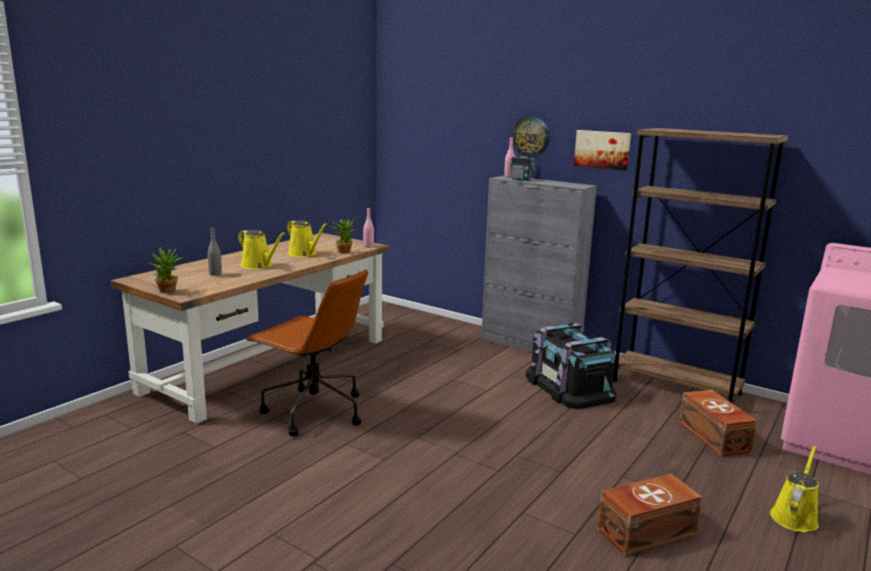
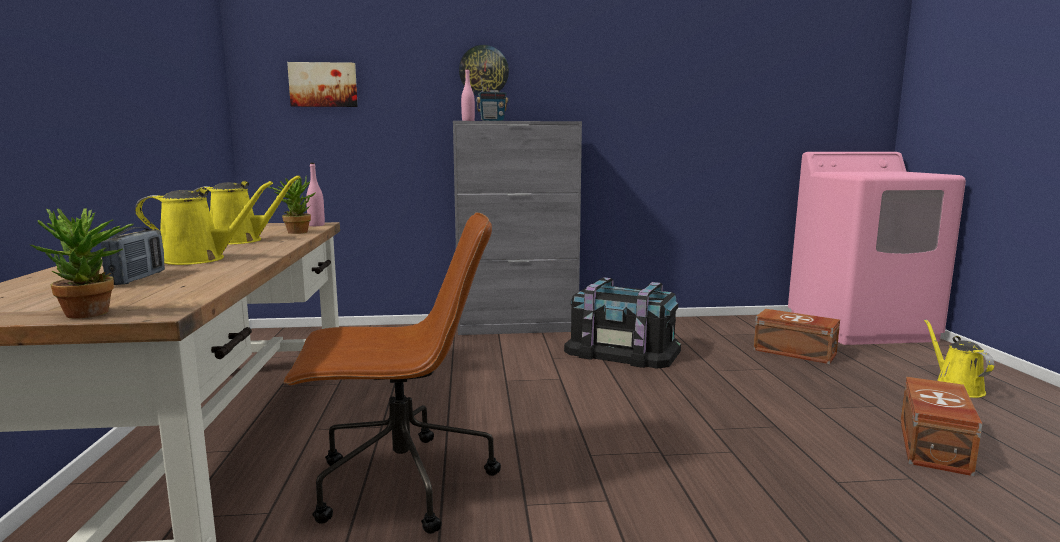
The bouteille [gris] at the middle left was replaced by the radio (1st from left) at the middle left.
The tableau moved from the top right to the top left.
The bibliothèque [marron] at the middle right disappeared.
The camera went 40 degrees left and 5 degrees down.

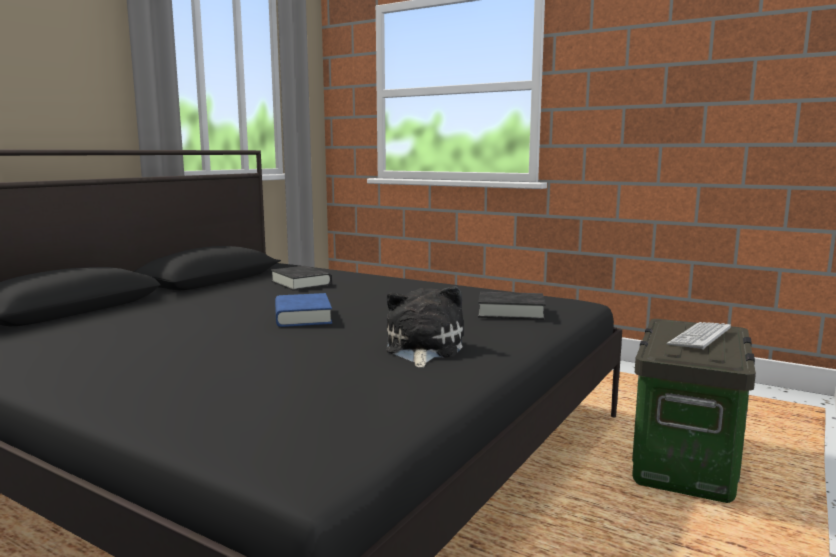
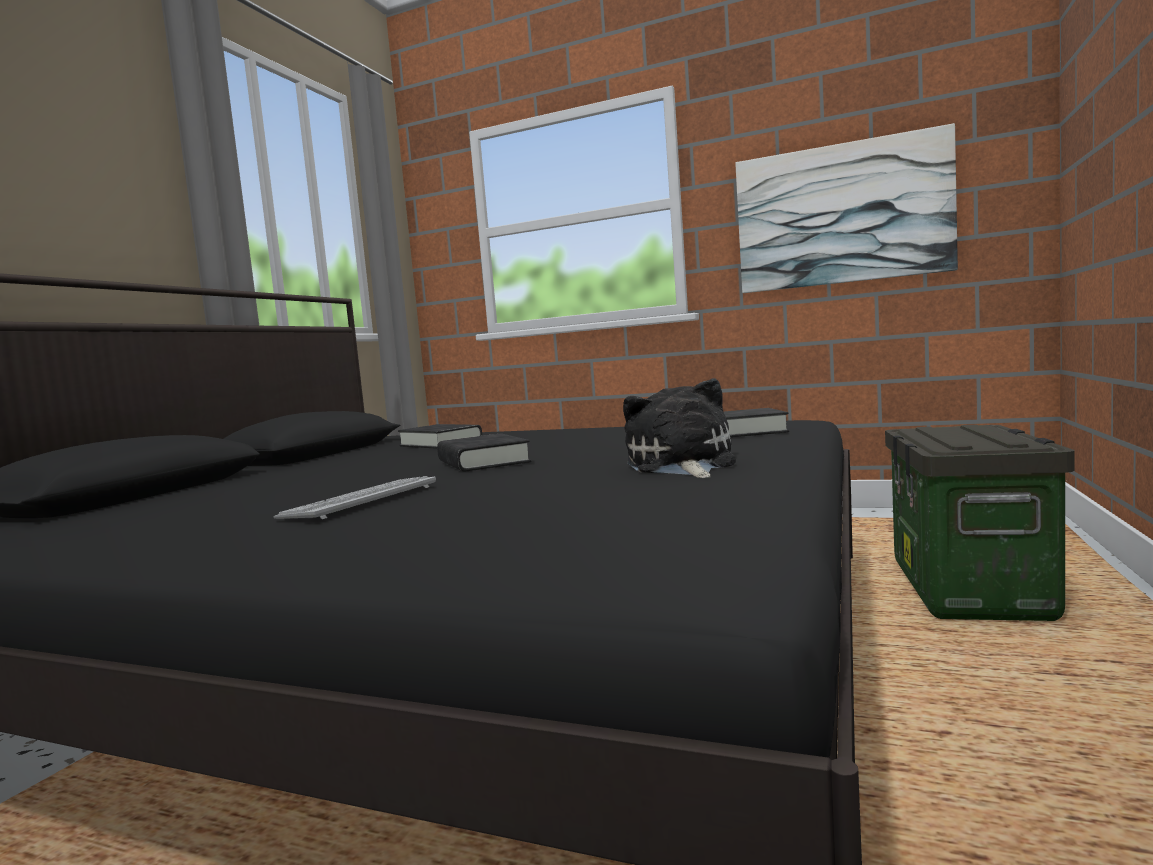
The livre [bleu] at the centre became the livre [noir] (2nd from left) at the centre.
The clavier moved from the middle right to the middle left.
The tableau at the top right appeared.
The camera went 10 degrees left and 5 degrees down.

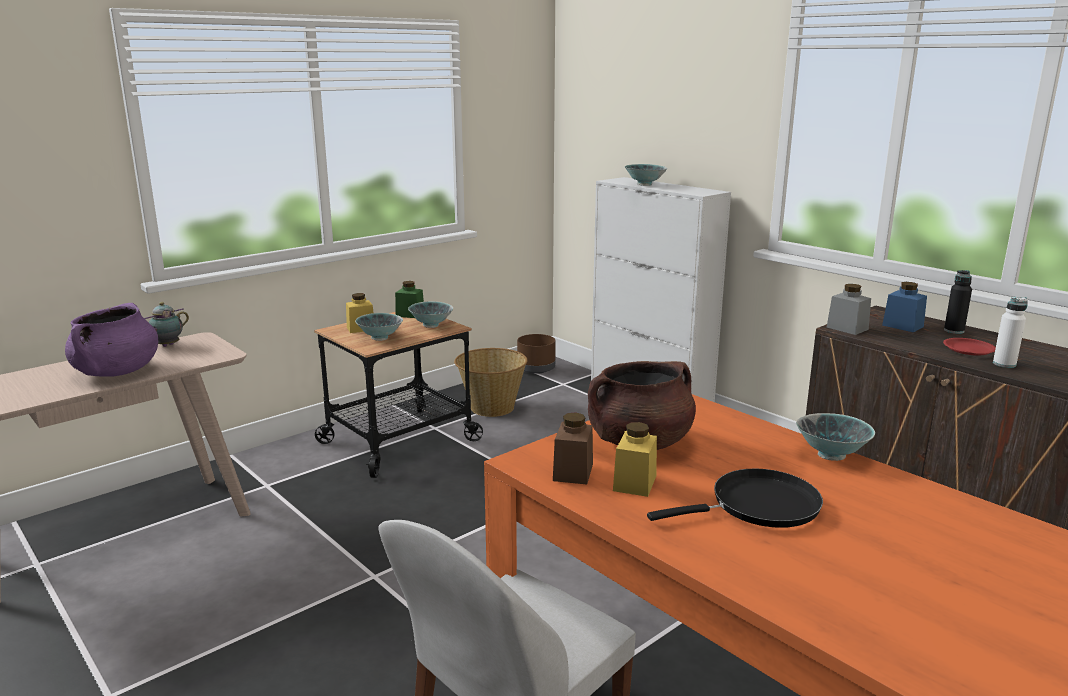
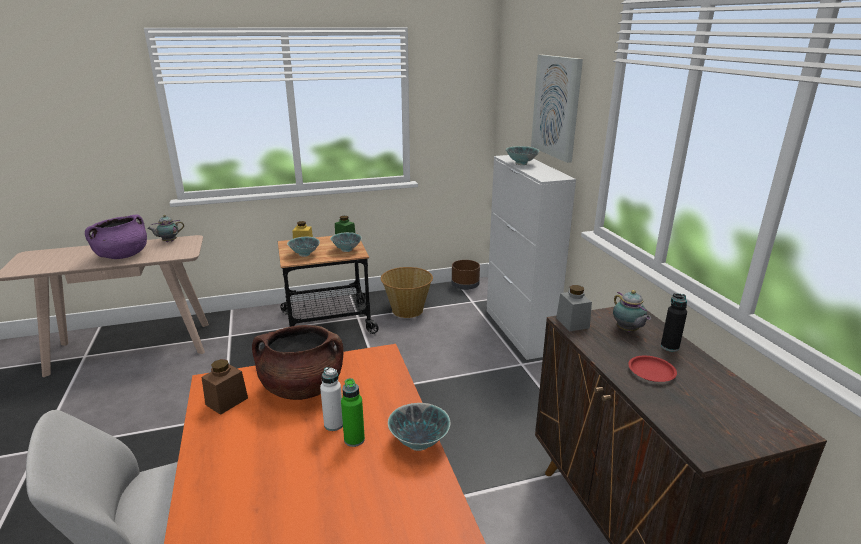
The bocal [jaune] (2nd from left) at the centre disappeared.
The poêle [noir] at the bottom right disappeared.
The bocal [bleu] at the middle right was replaced by the théière (2nd from left) at the middle right.
The bouteille [blanc] moved from the middle right to the bottom centre.
The bouteille [vert] at the bottom centre appeared.
The tableau at the top centre appeared.
The camera went 25 degrees right and 5 degrees up.

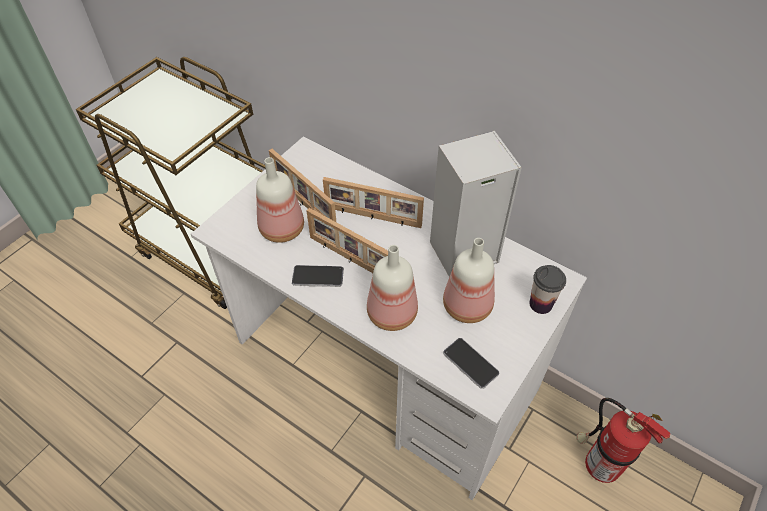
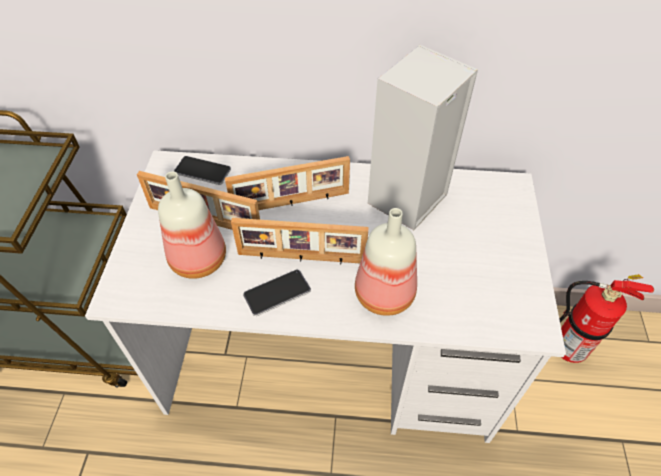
The bouteille (3rd from left) at the centre disappeared.
The téléphone (2nd from left in the first image) moved from the bottom centre to the middle left.
The tasse at the middle right disappeared.
The camera went 30 degrees left and 0 degrees up.

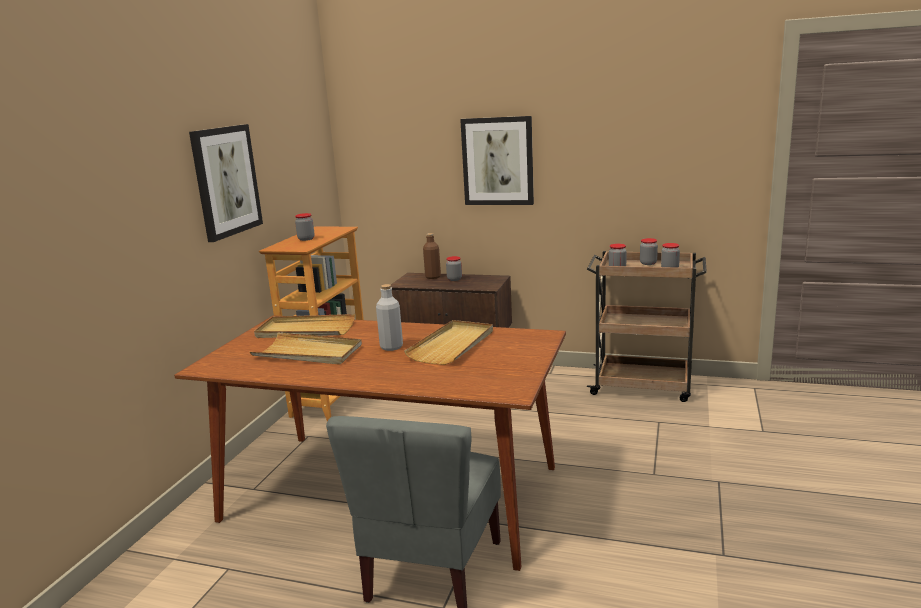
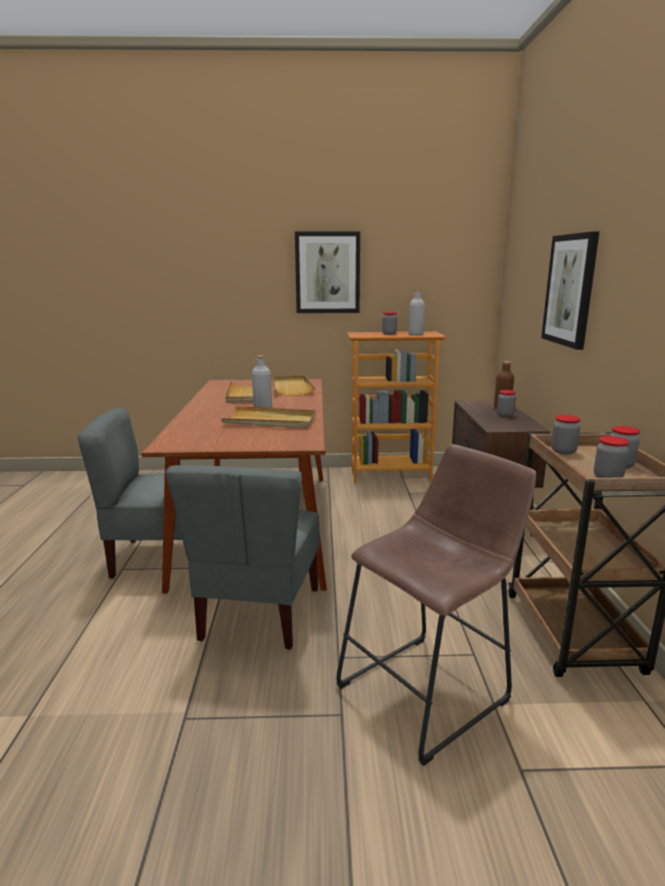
The chaise [gris] (2nd from left) at the centre appeared.
The tabouret [marron] at the bottom centre appeared.
The bouteille [gris] (2nd from left) at the centre appeared.
The camera went 70 degrees right and 0 degrees up.

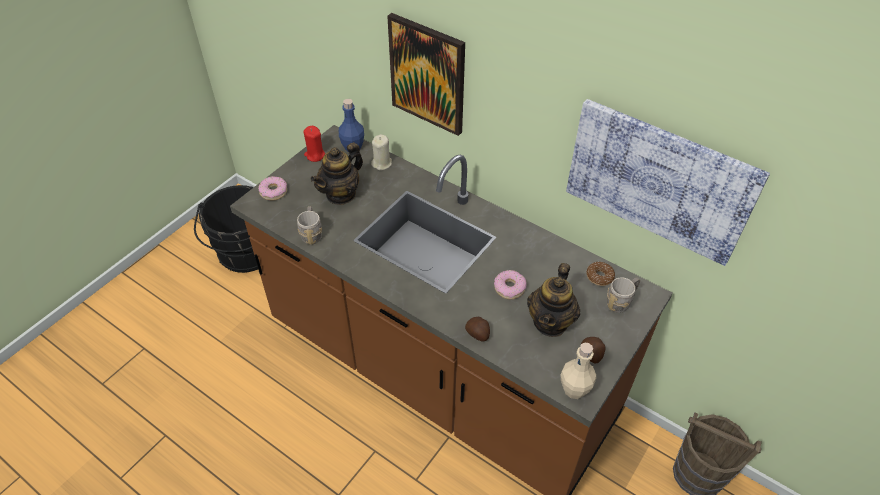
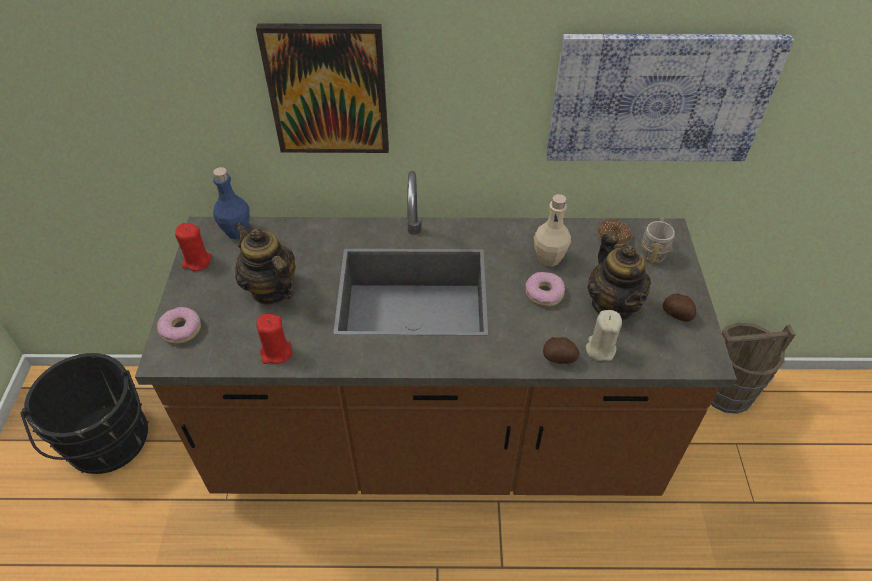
The mug [gris] (1st from left) at the centre was replaced by the bougie [rouge] (2nd from left) at the middle left.
The théière (1st from left) at the centre turned 135 degrees clockwise.
The bougie [beige] moved from the top centre to the middle right.
The bouteille [beige] moved from the bottom centre to the centre.
The camera went 35 degrees left and 0 degrees up.

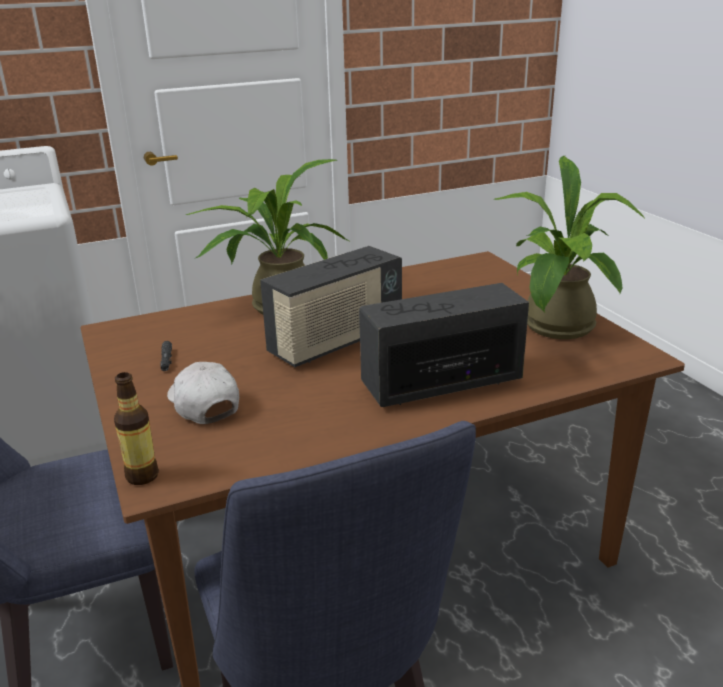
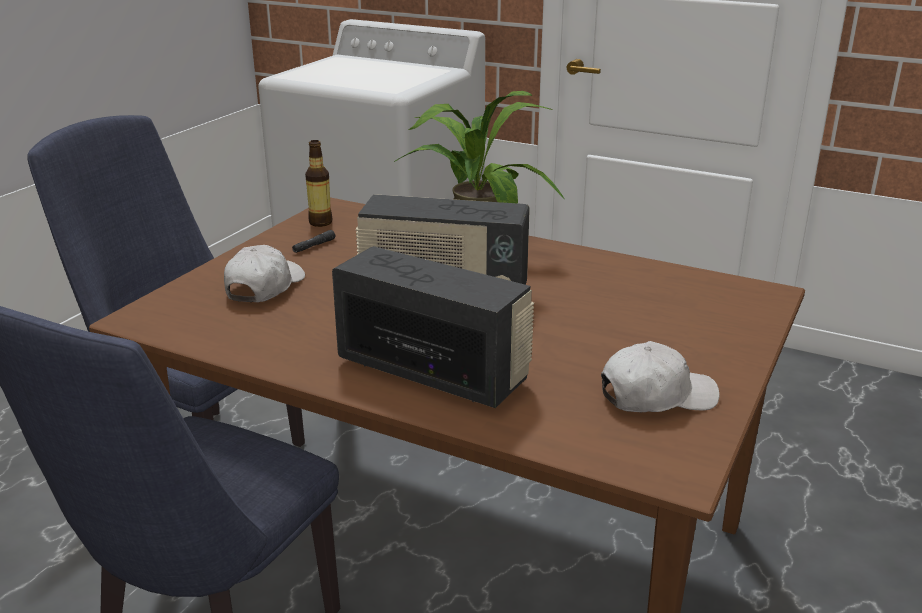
The bouteille moved from the middle left to the top centre.
The plante en pot (2nd from left) at the middle right was replaced by the casquette [blanc] (2nd from left) at the middle right.
The camera went 50 degrees right and 0 degrees up.

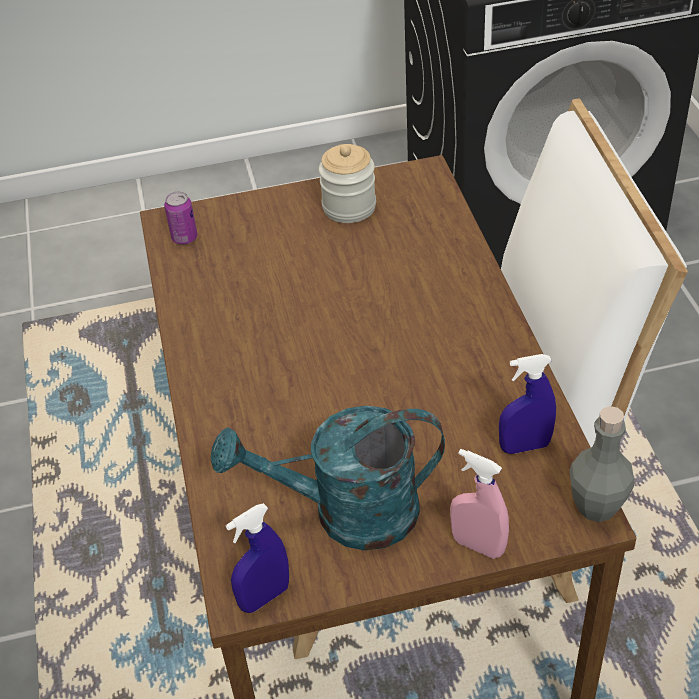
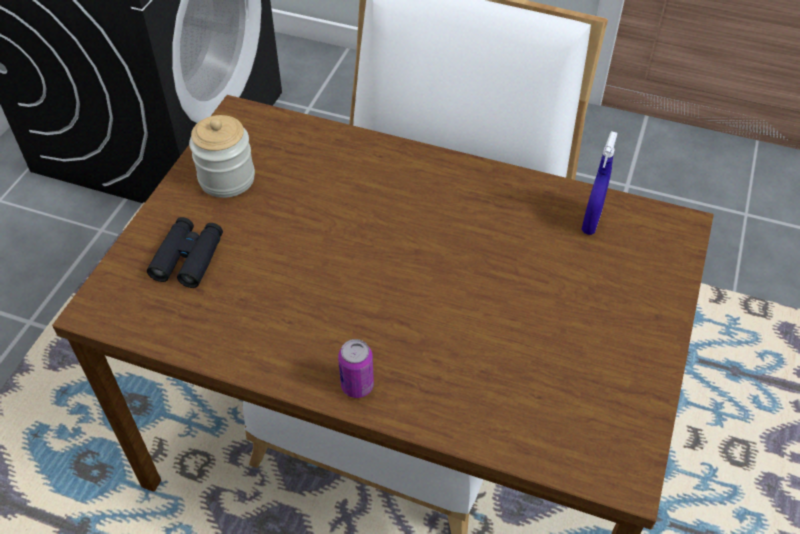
The boîte métallique moved from the top left to the bottom centre.
The arrosoir [turquoise] at the bottom centre disappeared.
The vaporisateur [bleu] (1st from left) at the bottom centre disappeared.
The vaporisateur [rose] at the bottom right disappeared.
The bouteille [gris] at the middle right disappeared.
The jumelles [noir] at the middle left appeared.
The camera went 60 degrees left and 5 degrees up.

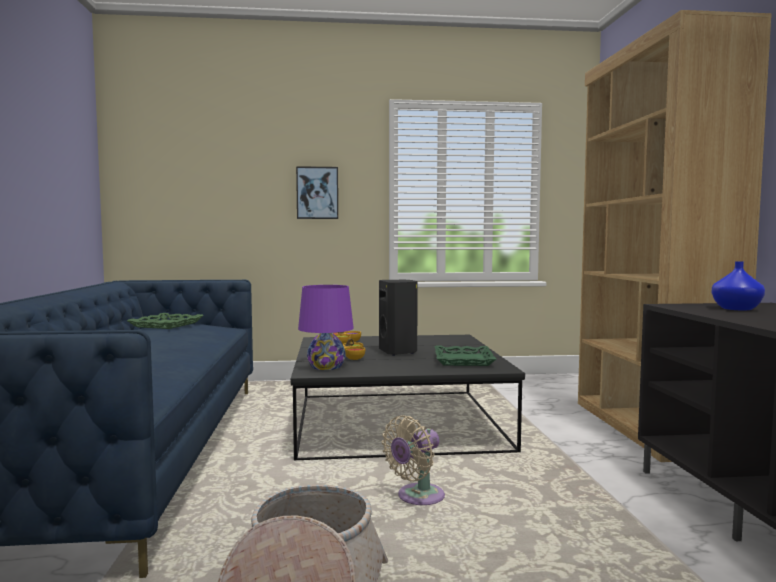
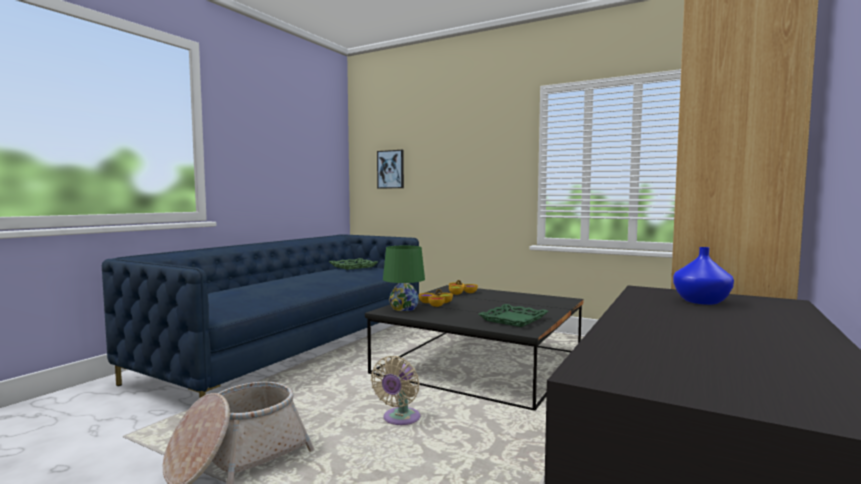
The tableau moved from the top centre to the centre.
The lampe de table [violet] at the centre became the lampe de table [vert] at the centre.
The enceinte [noir] at the centre disappeared.
The ventilateur [beige] at the bottom centre turned 60 degrees counterclockwise.
The camera went 35 degrees right and 0 degrees up.

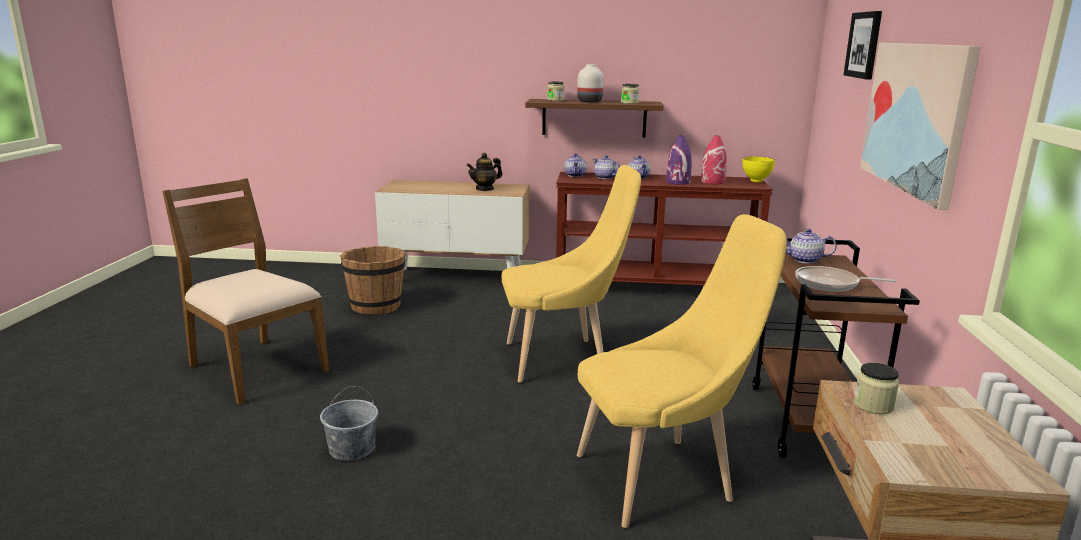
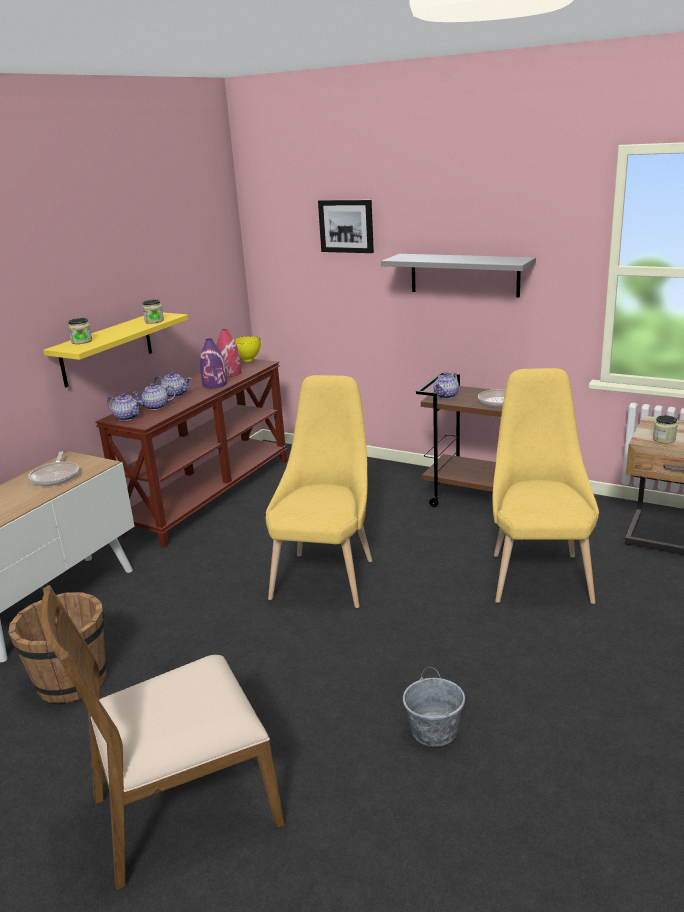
The théière (1st from left) at the top centre was replaced by the poêle (1st from left) at the middle left.
The étagère [marron] at the top centre became the étagère [jaune] at the middle left.
The vase [blanc] at the top centre disappeared.
The tableau (2nd from left) at the top right was replaced by the étagère [gris] at the top right.
The camera went 65 degrees left and 5 degrees up.

